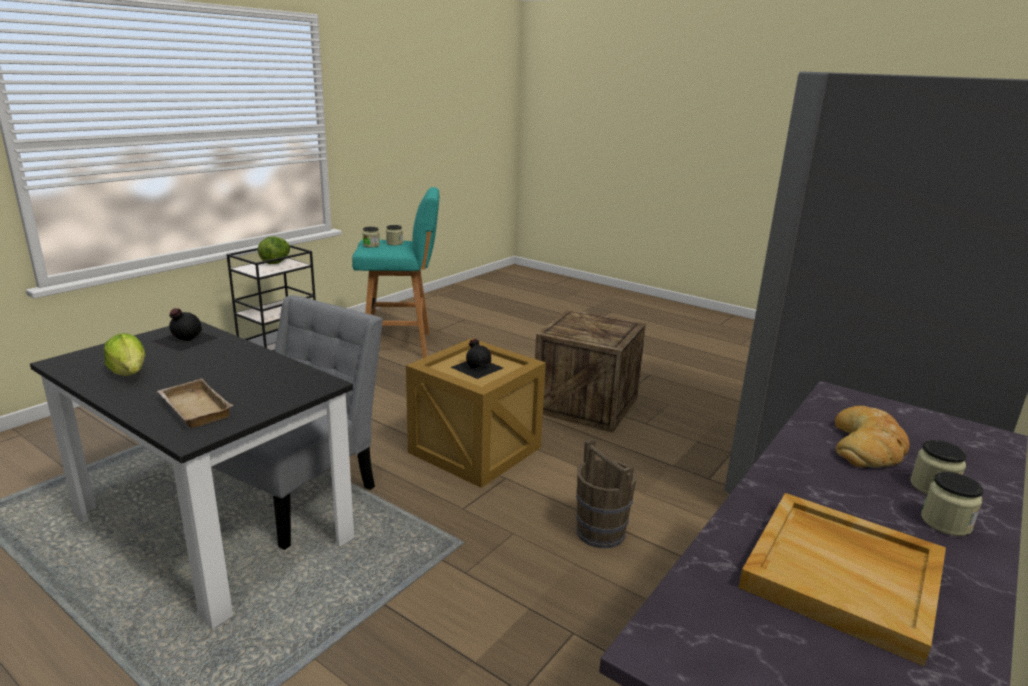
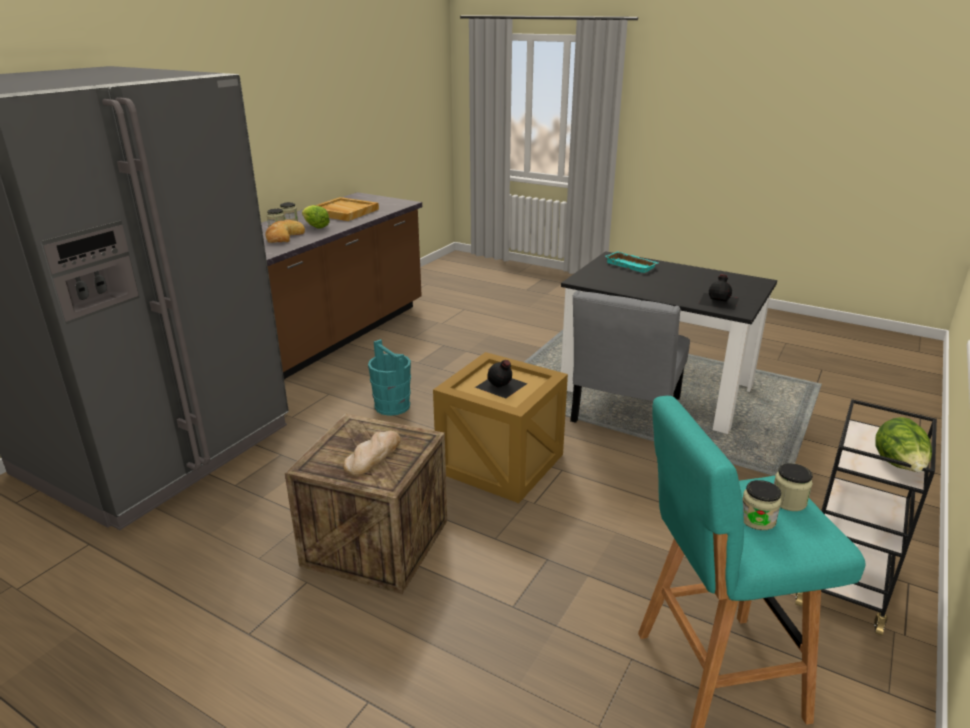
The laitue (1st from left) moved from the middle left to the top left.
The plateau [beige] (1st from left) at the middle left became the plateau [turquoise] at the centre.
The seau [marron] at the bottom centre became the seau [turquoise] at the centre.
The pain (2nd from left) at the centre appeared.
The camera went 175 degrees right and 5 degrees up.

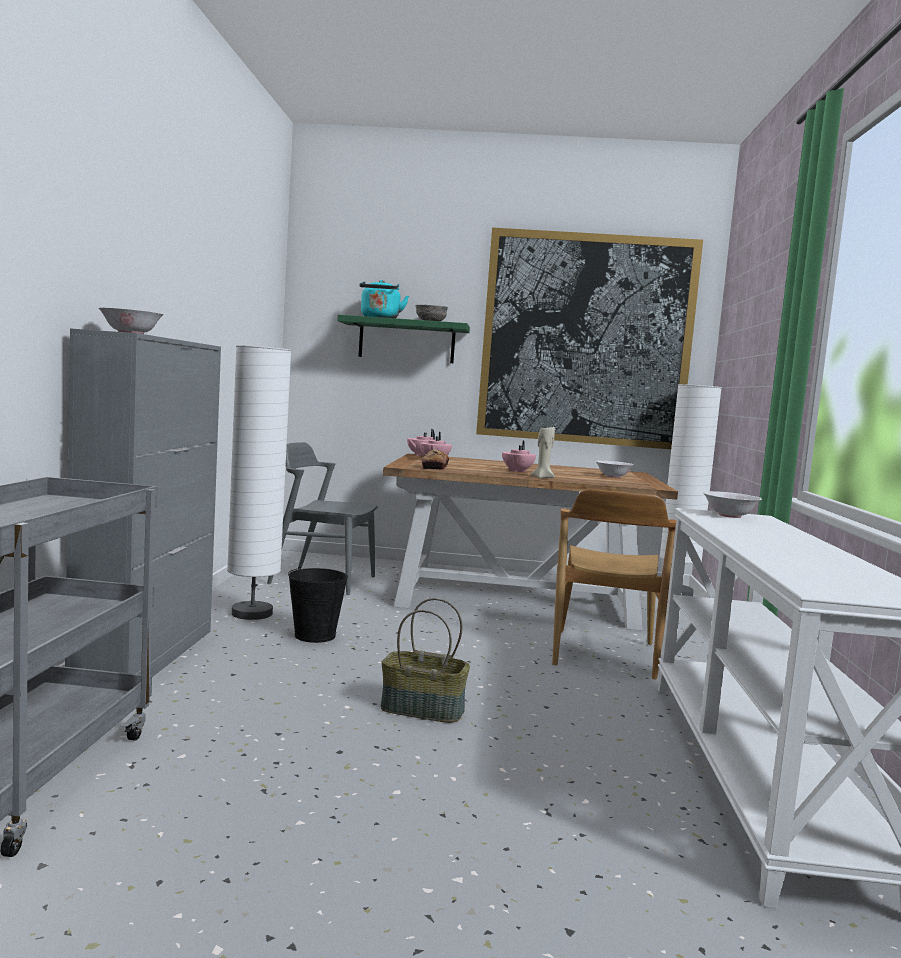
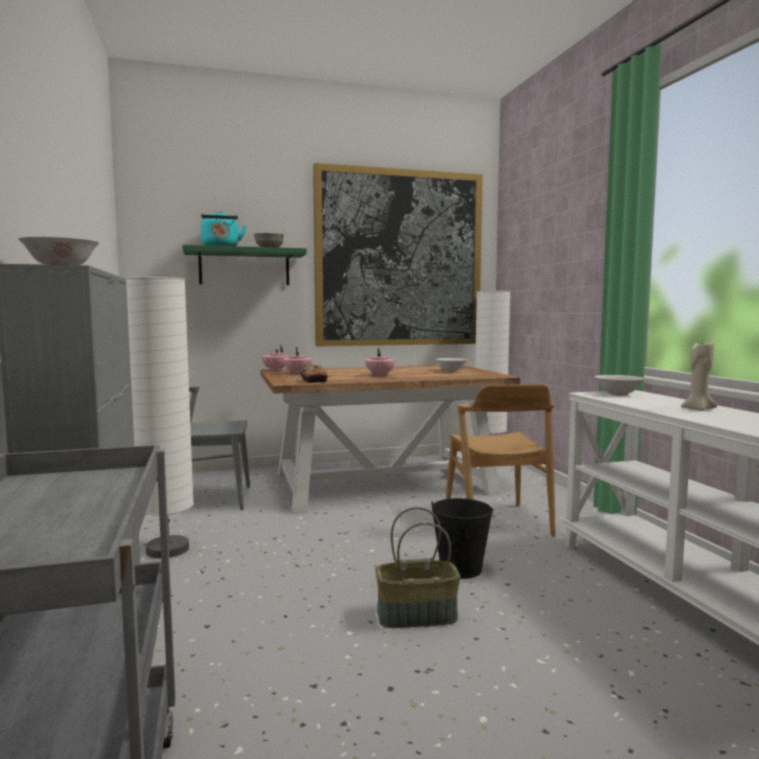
The seau [noir] moved from the centre to the bottom centre.
The bougie [beige] moved from the centre to the middle right.
The camera went 20 degrees left and 0 degrees up.

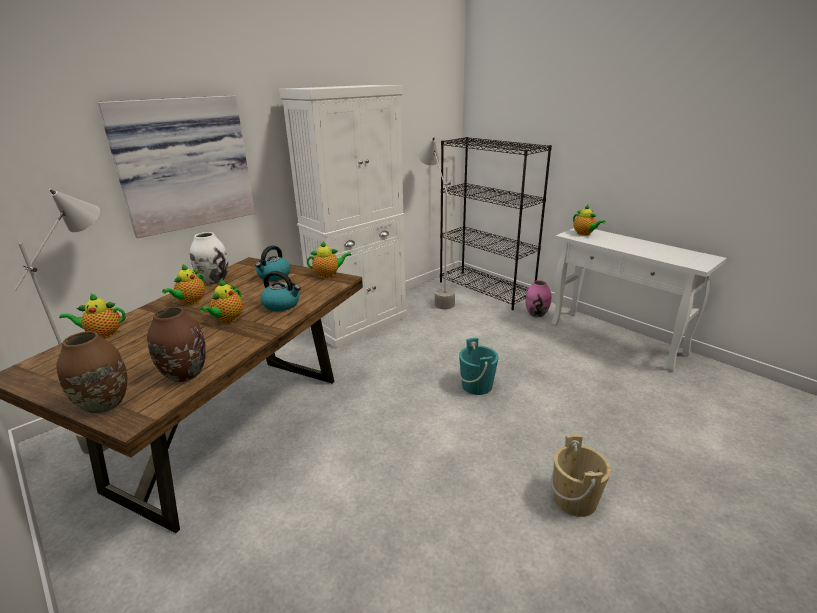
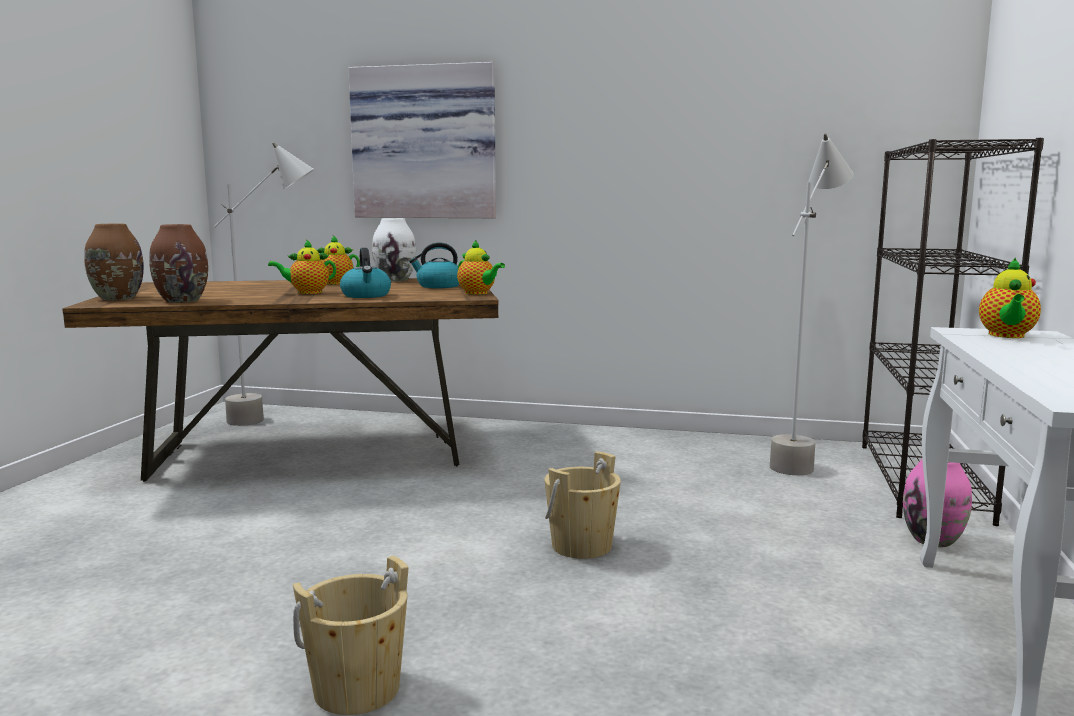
The théière (1st from left) at the middle left disappeared.
The meuble de rangement [blanc] at the centre disappeared.
The seau [turquoise] at the centre became the seau [beige] (2nd from left) at the bottom centre.
The camera went 55 degrees right and 15 degrees down.

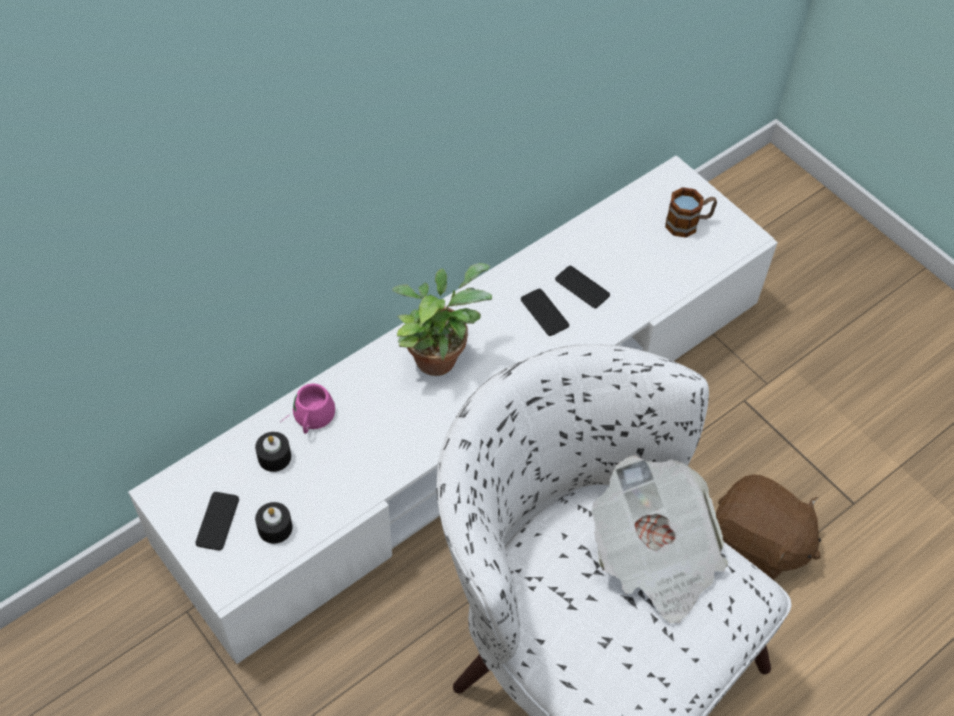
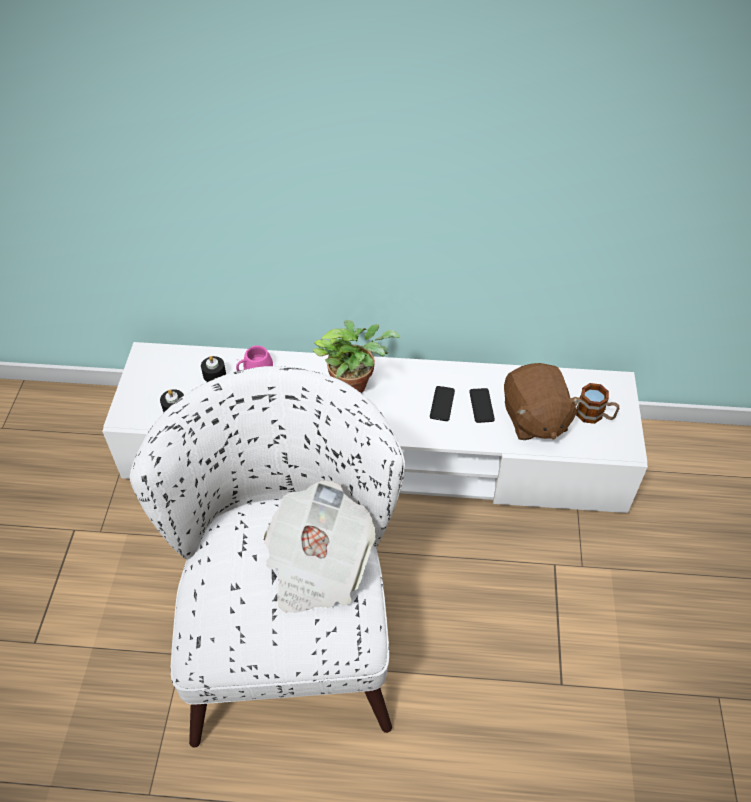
The téléphone (1st from left) at the bottom left disappeared.
The peluche [marron] moved from the bottom right to the middle right.
The camera went 45 degrees right and 5 degrees down.

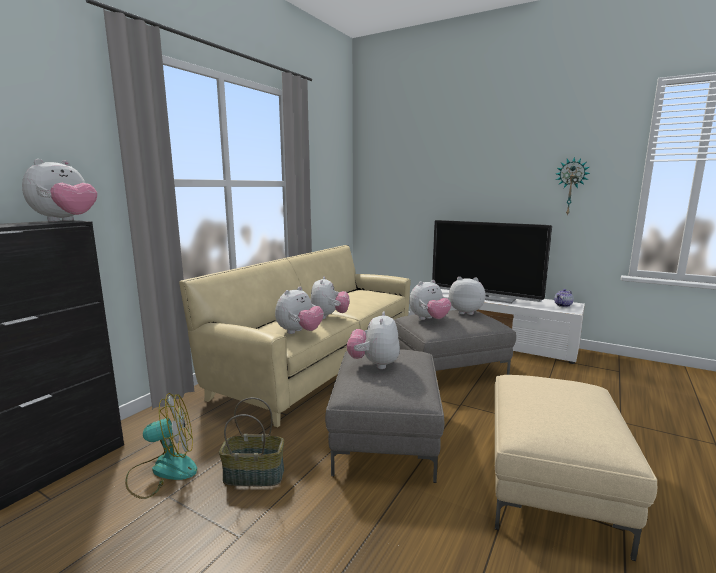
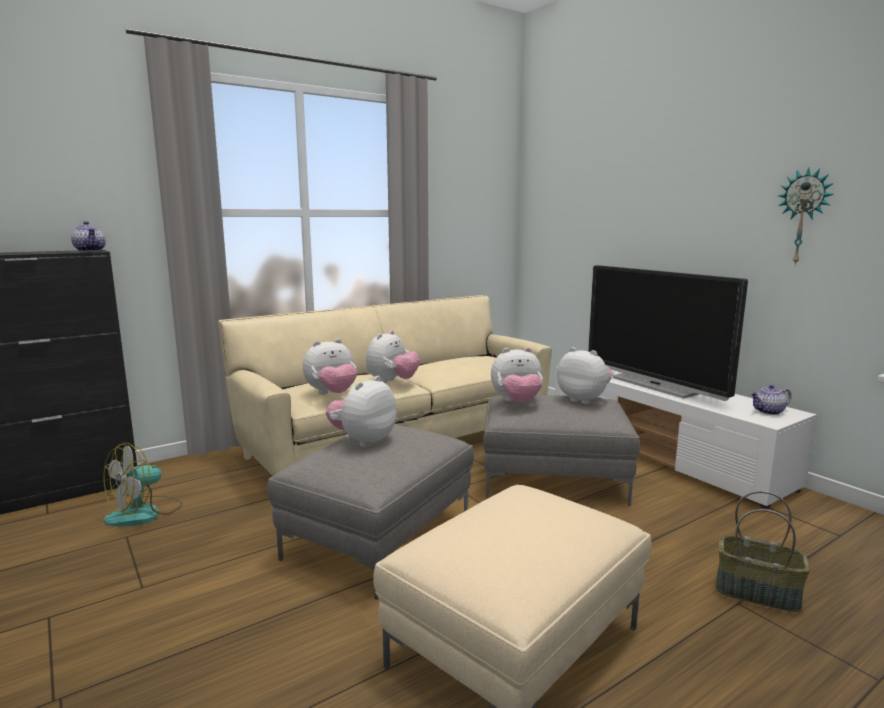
The peluche (1st from left) at the top left was replaced by the théière (1st from left) at the middle left.
The ventilateur at the bottom left turned 120 degrees clockwise.
The panier moved from the bottom centre to the bottom right.
The camera went 25 degrees right and 0 degrees up.

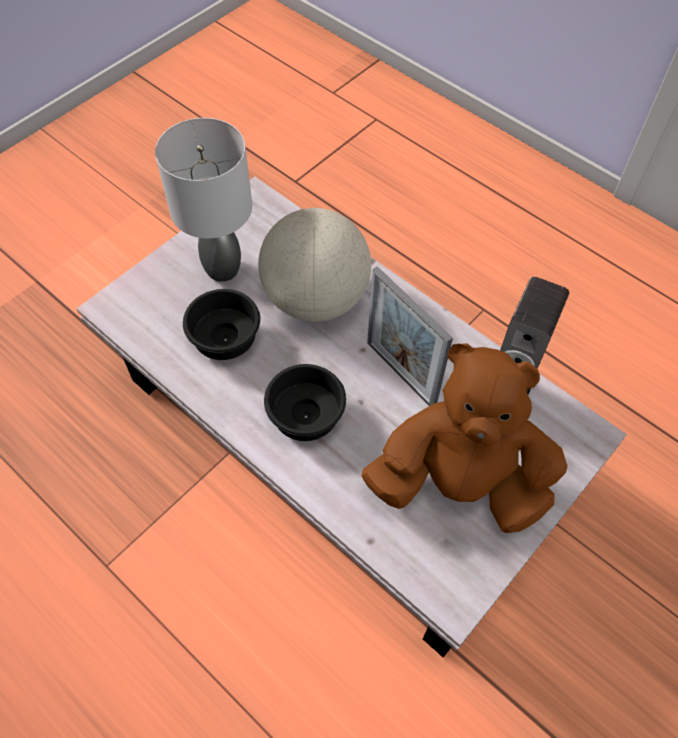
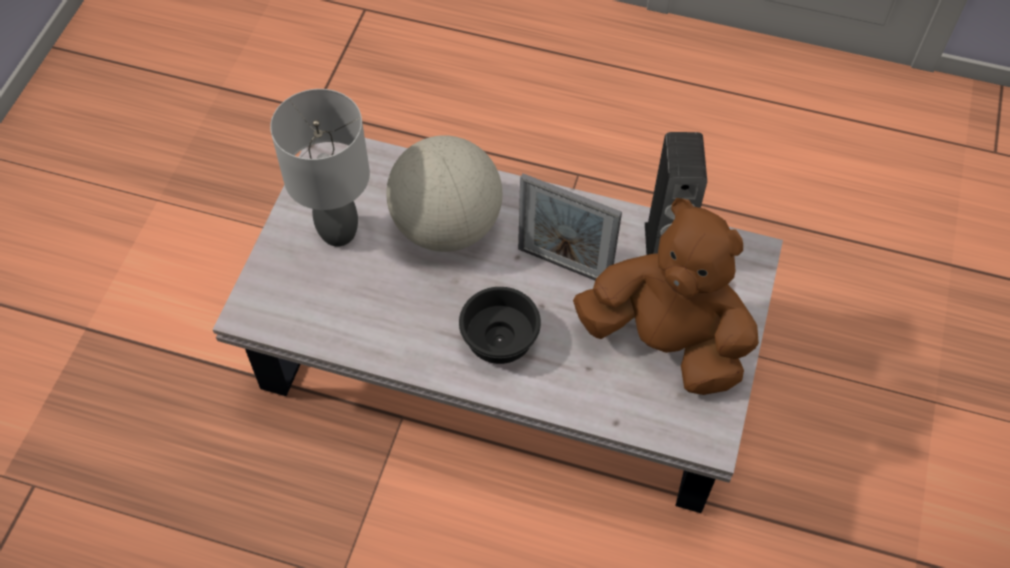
The bol [noir] (1st from left) at the middle left disappeared.
The peluche [marron] at the middle right turned 45 degrees clockwise.
The camera went 25 degrees left and 0 degrees up.

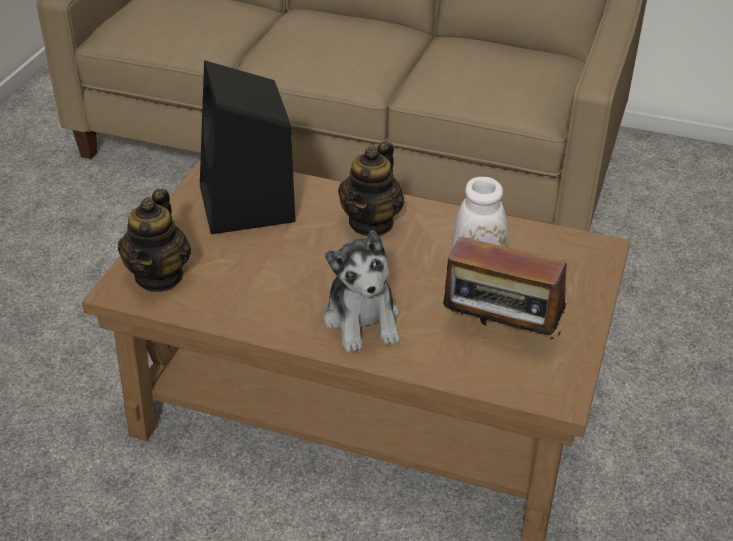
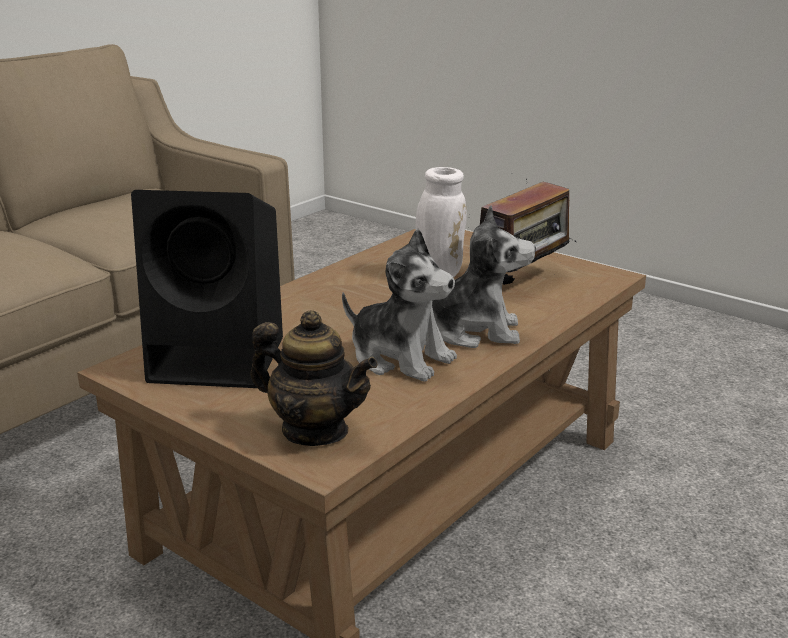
The théière (2nd from left) at the centre disappeared.
The peluche (1st from left) at the centre appeared.
The camera went 70 degrees left and 15 degrees down.

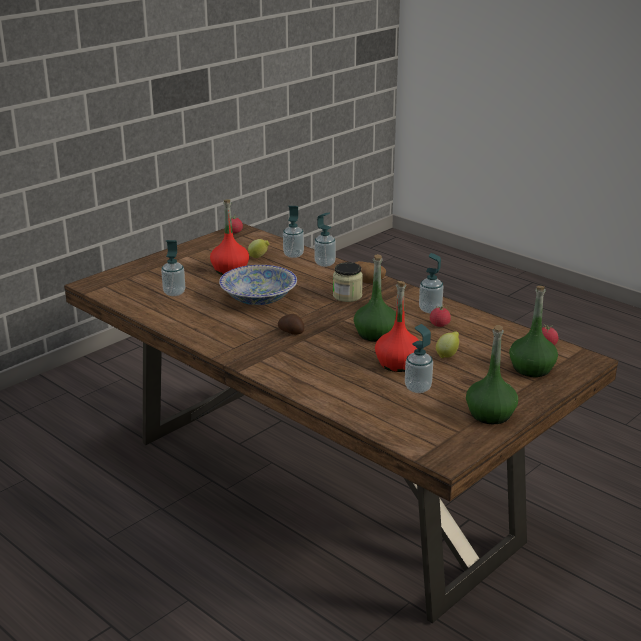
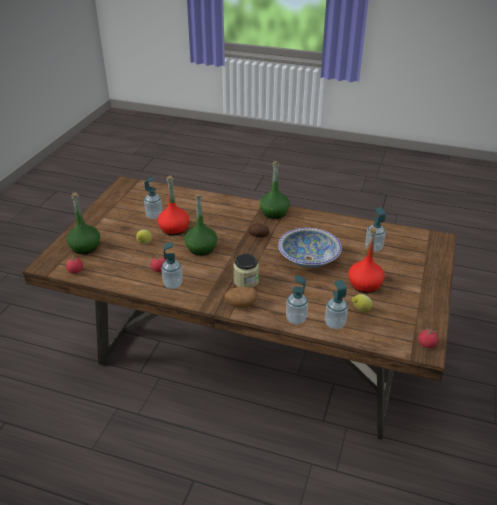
The bouteille [vert] (2nd from left in the first image) moved from the middle right to the centre.
The camera went 155 degrees right and 10 degrees up.

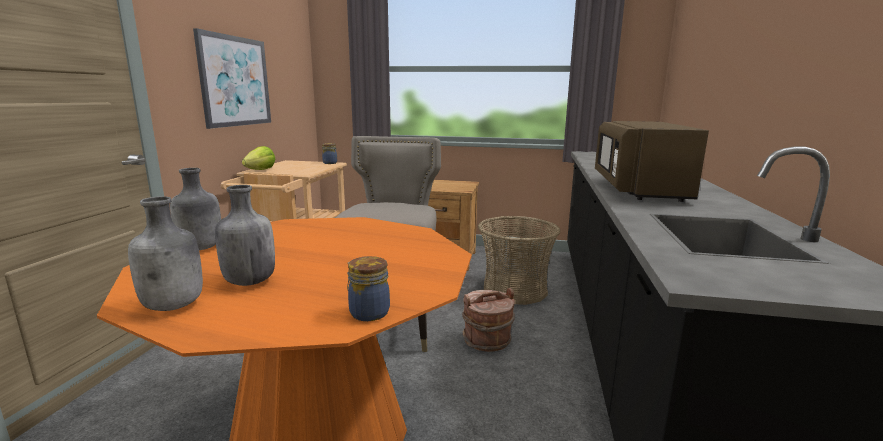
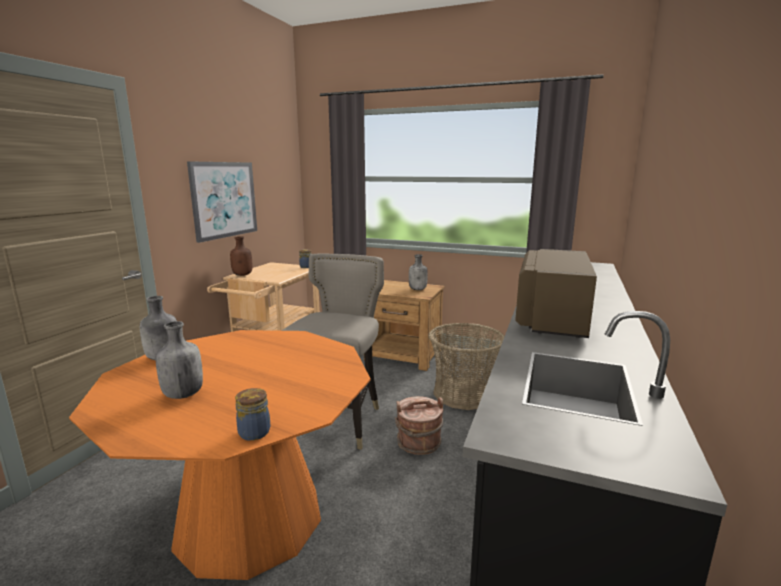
The bouteille [gris] (1st from left in the first image) moved from the middle left to the centre.
The laitue at the middle left was replaced by the bouteille [marron] at the middle left.
The camera went 10 degrees right and 0 degrees up.

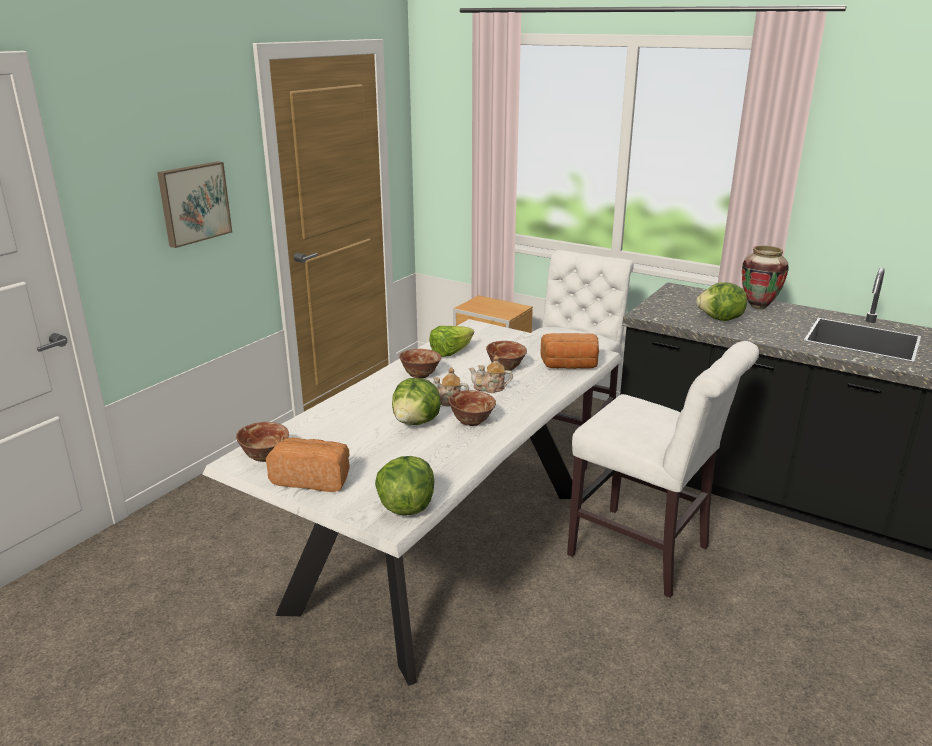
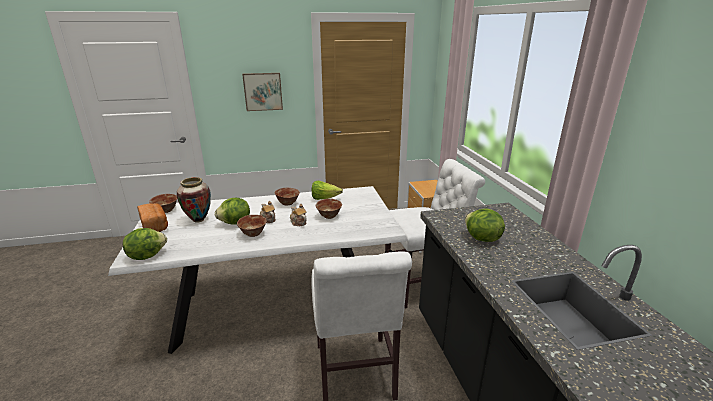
The pain (2nd from left) at the centre disappeared.
The vase moved from the middle right to the middle left.
The camera went 45 degrees right and 0 degrees up.

